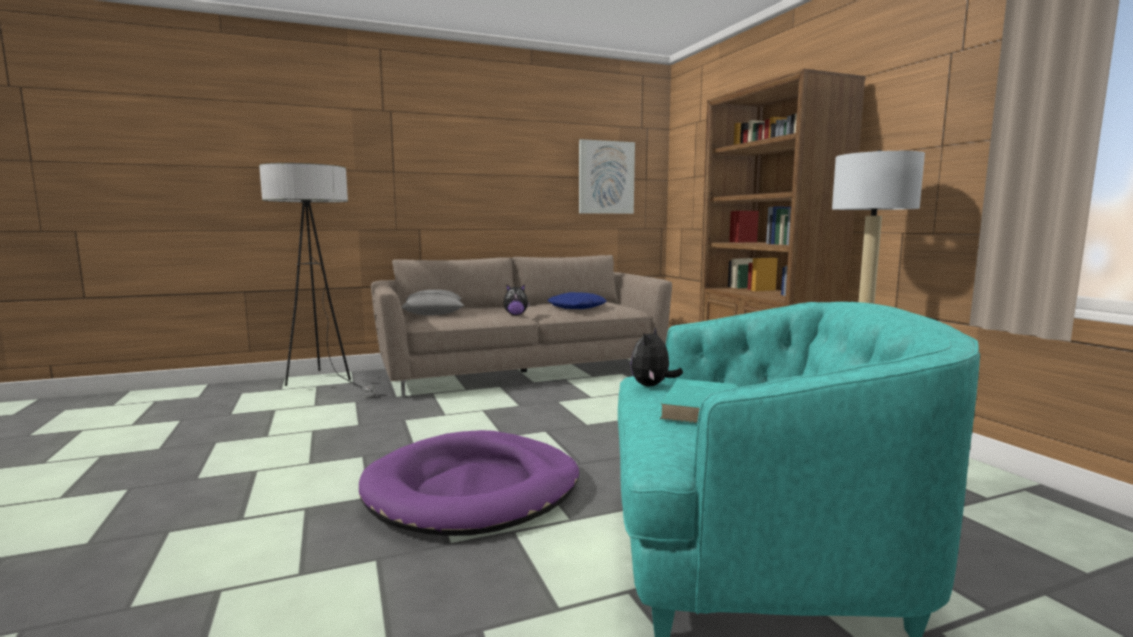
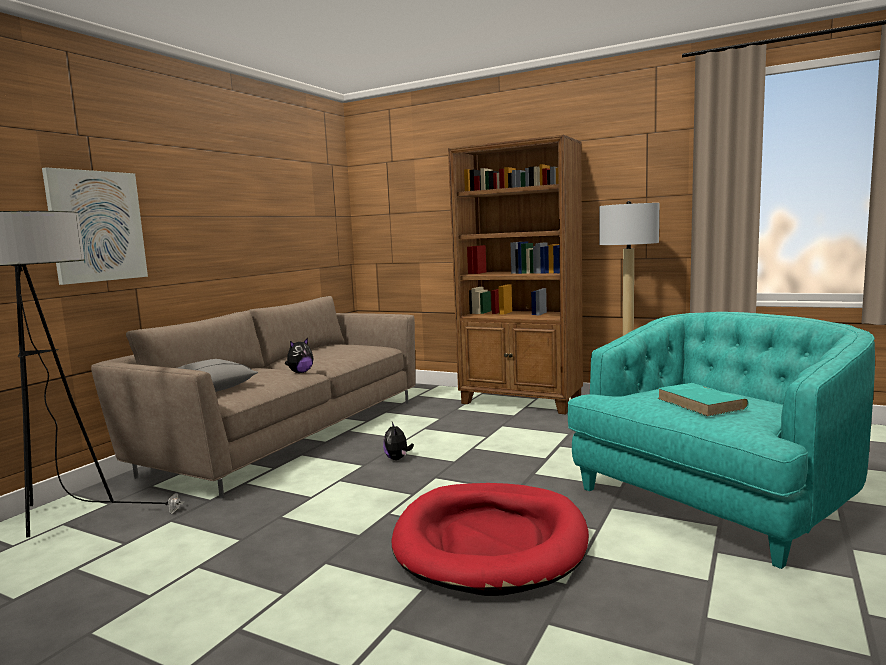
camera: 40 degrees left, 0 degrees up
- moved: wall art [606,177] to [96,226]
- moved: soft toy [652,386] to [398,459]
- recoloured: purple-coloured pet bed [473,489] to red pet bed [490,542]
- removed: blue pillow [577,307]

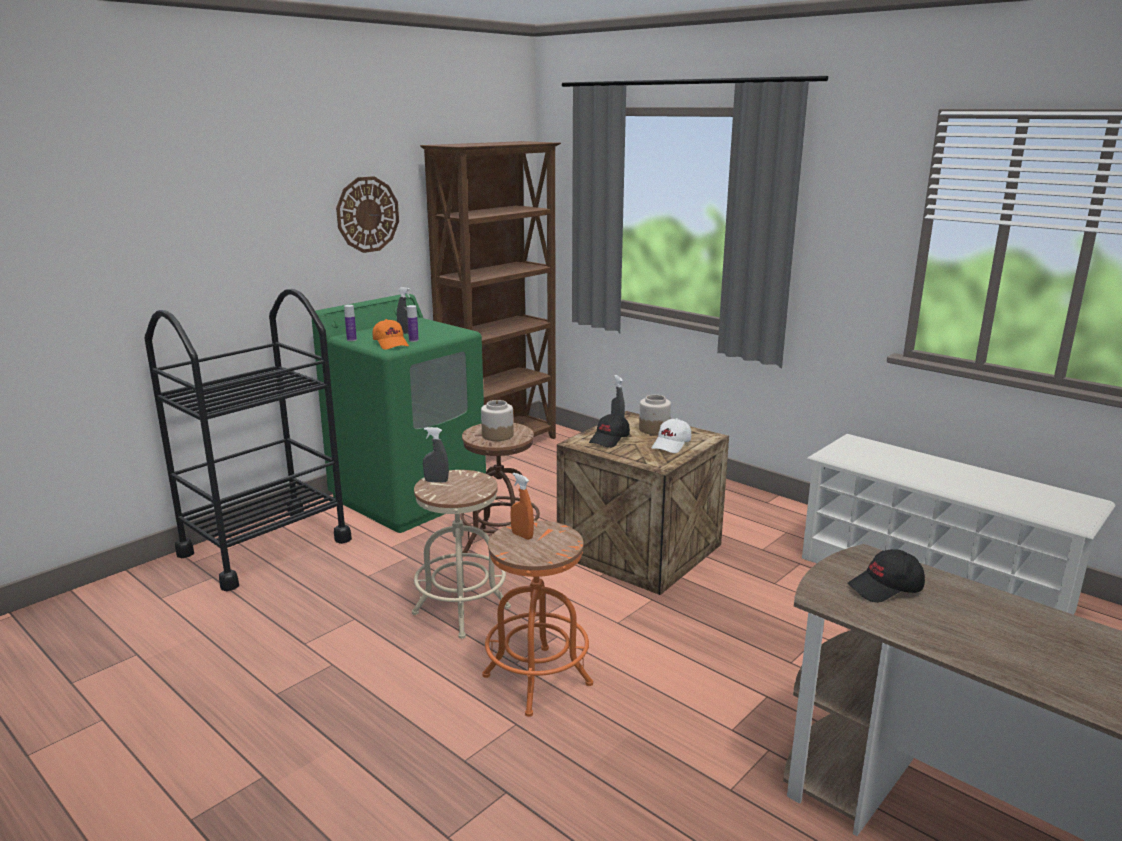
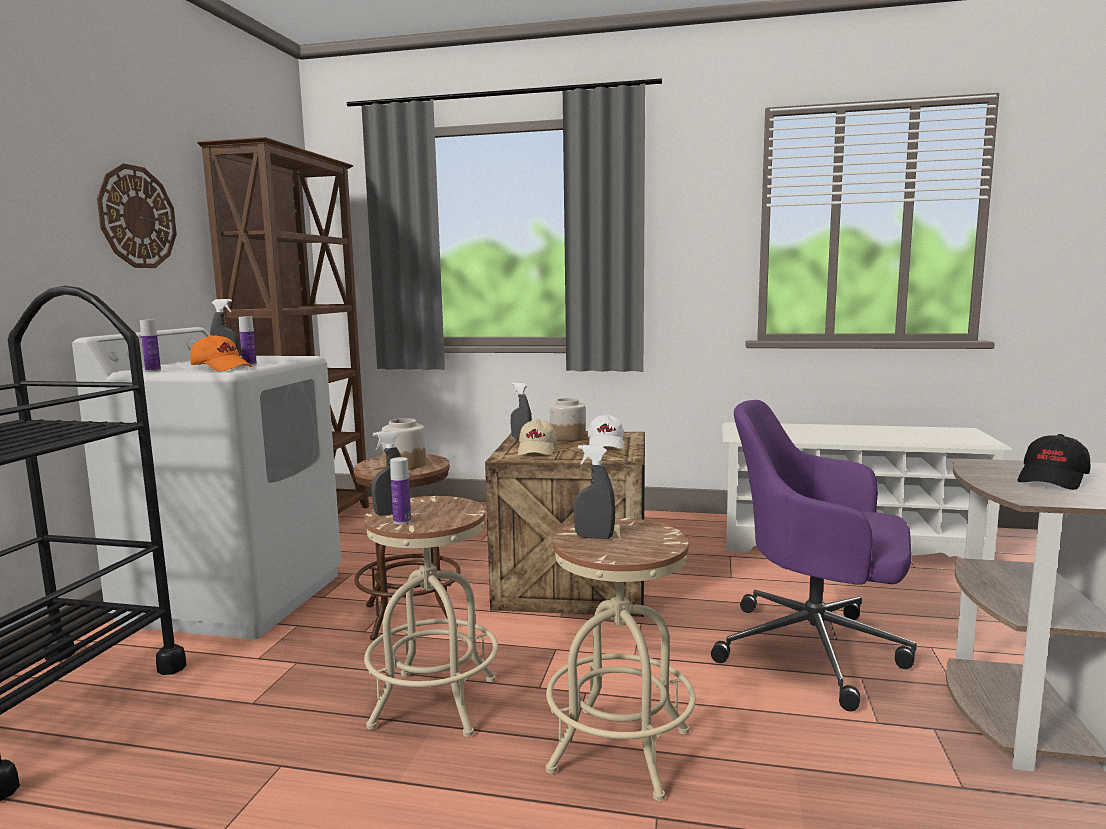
camera: 30 degrees left, 10 degrees down
- recoloured: green laundry machine [409,497] to white laundry machine [235,597]
- added: bottle [402,521]
- recoloured: blackish cap [610,439] to sand-coloured cap [537,450]
- recoloured: orange stool seat [537,680] to sand-coloured stool seat [620,751]
- recoloured: orange spray bottle [522,535] to grey spray bottle [594,537]
- added: purple-coloured office chair [815,650]

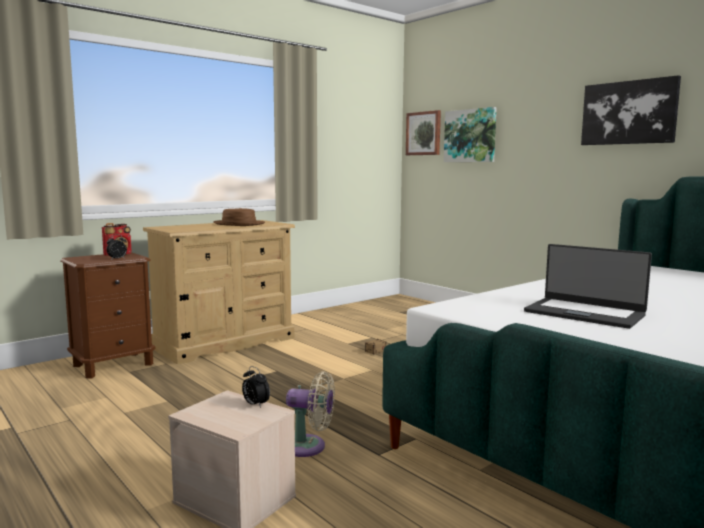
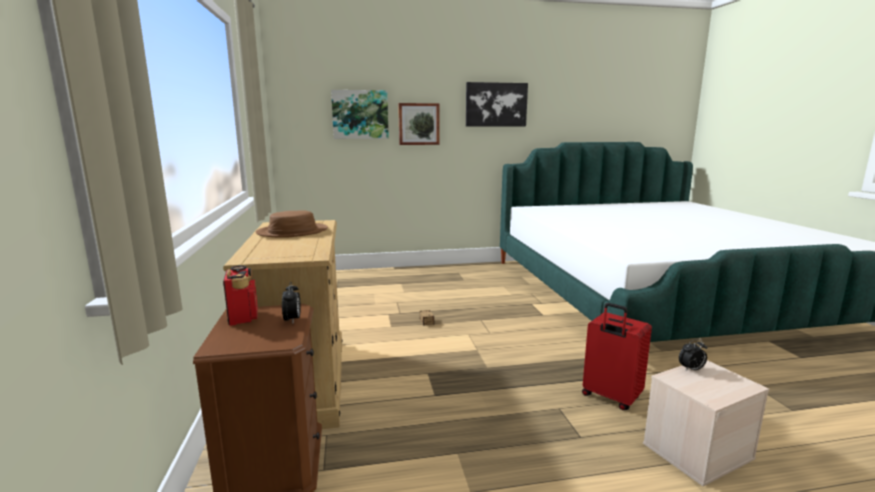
camera: 60 degrees left, 5 degrees up
- moved: wall art [424,133] to [418,124]
- replaced: sand-coloured fan [308,447] to red suitcase [610,397]
- removed: laptop [584,313]

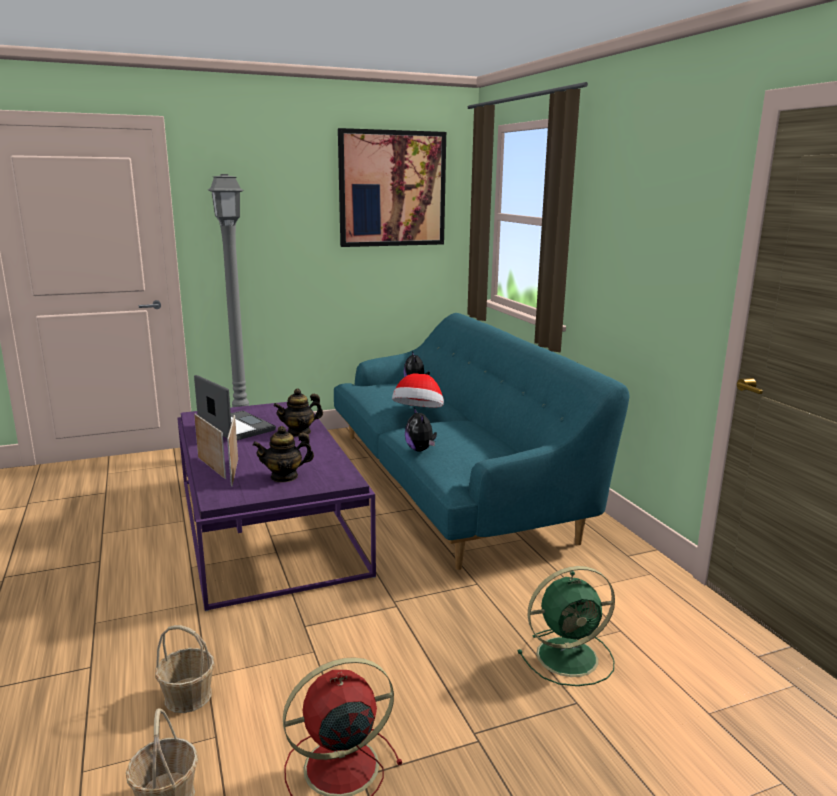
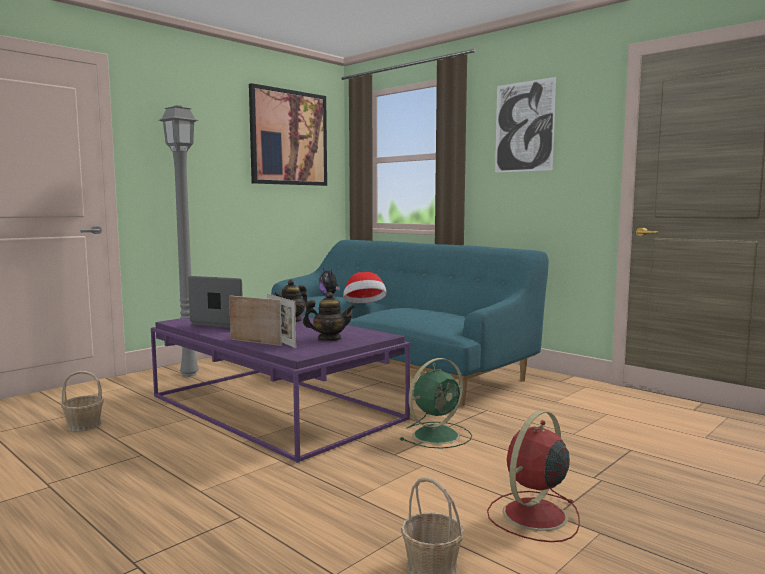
camera: 25 degrees left, 10 degrees down
- moved: household basket [188,696] to [84,425]
- turned: pot for tea [284,476] = [329,339] 135 degrees counterclockwise
- moved: green fan [569,656] to [437,435]
- added: wall art [524,126]
- removed: soft toy [420,450]

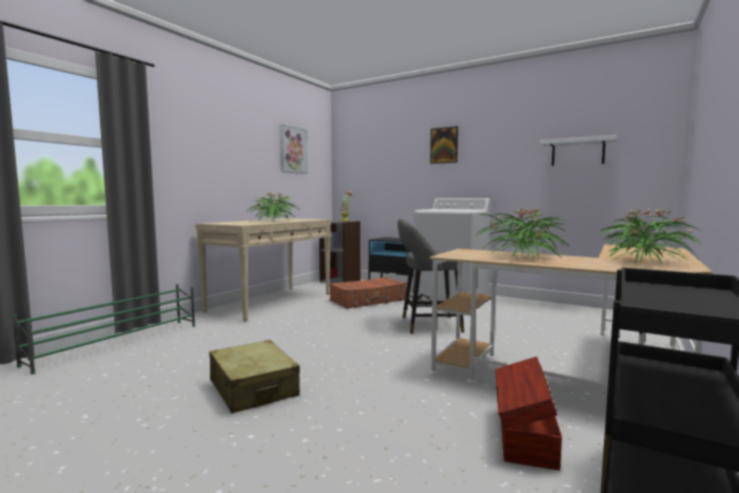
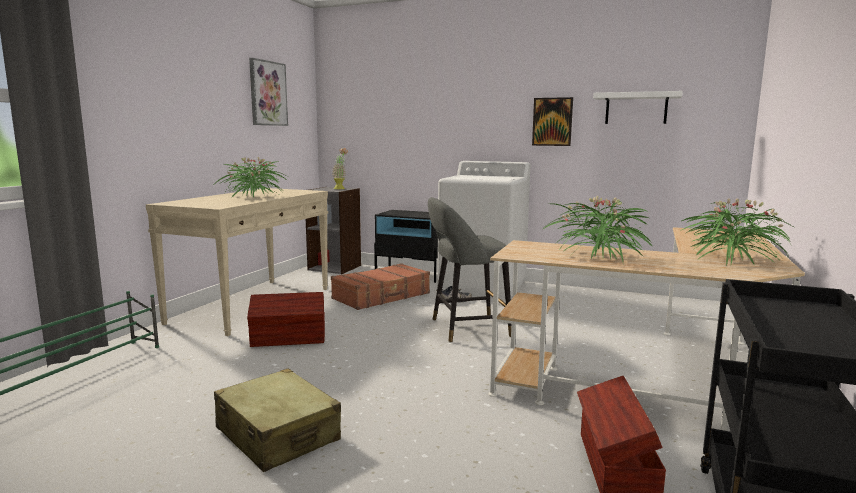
camera: 10 degrees left, 5 degrees up
- added: brown storage bin [289,339]
- moved: wall art [444,145] to [552,122]

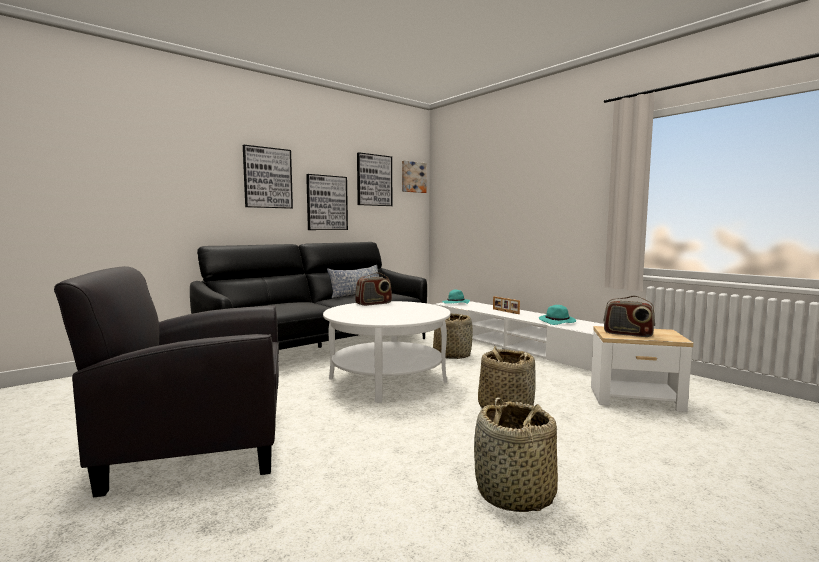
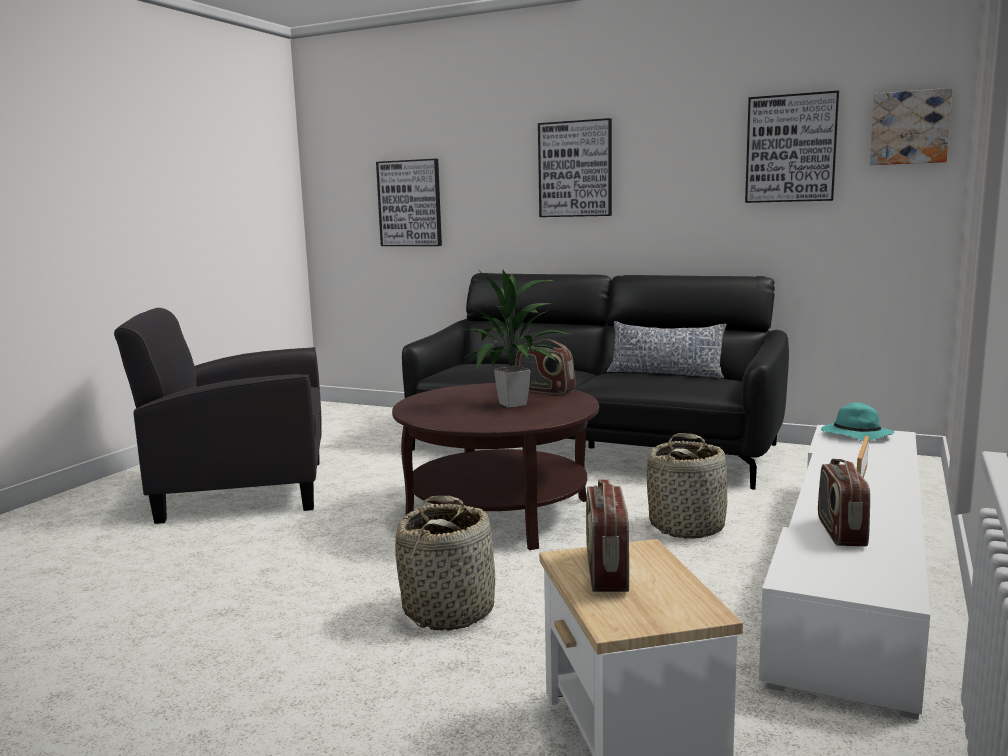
camera: 65 degrees right, 5 degrees up
- turned: blackish easy chair [198,445] = [241,490] 60 degrees counterclockwise
- moved: wall art [326,203] to [410,203]
- recoloured: white lounge table [387,379] to brown lounge table [499,513]
- added: plant in a pot [514,404]
- replaced: blue-green hat [557,322] to radio set [840,532]
- removed: household basket [515,494]

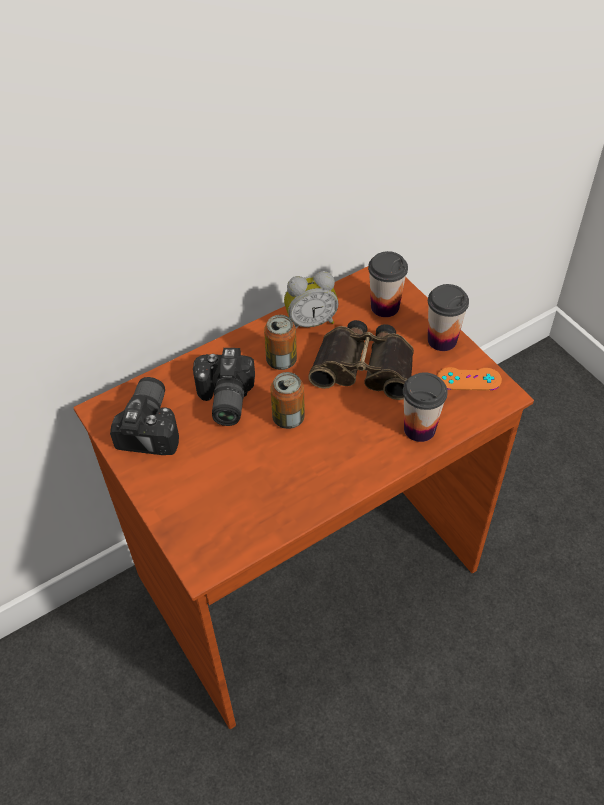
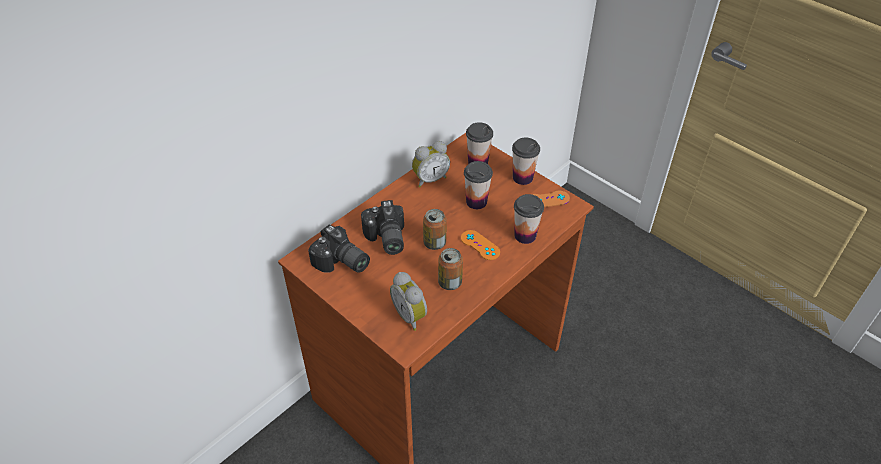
camera: 15 degrees left, 5 degrees down
- turned: photo camera [153,425] = [341,263] 135 degrees clockwise
- added: bedside clock [411,315]
- moved: sealed can [281,360] to [450,282]
- added: orange gamepad [480,245]
- replaced: binoculars [365,366] to small cup [476,202]

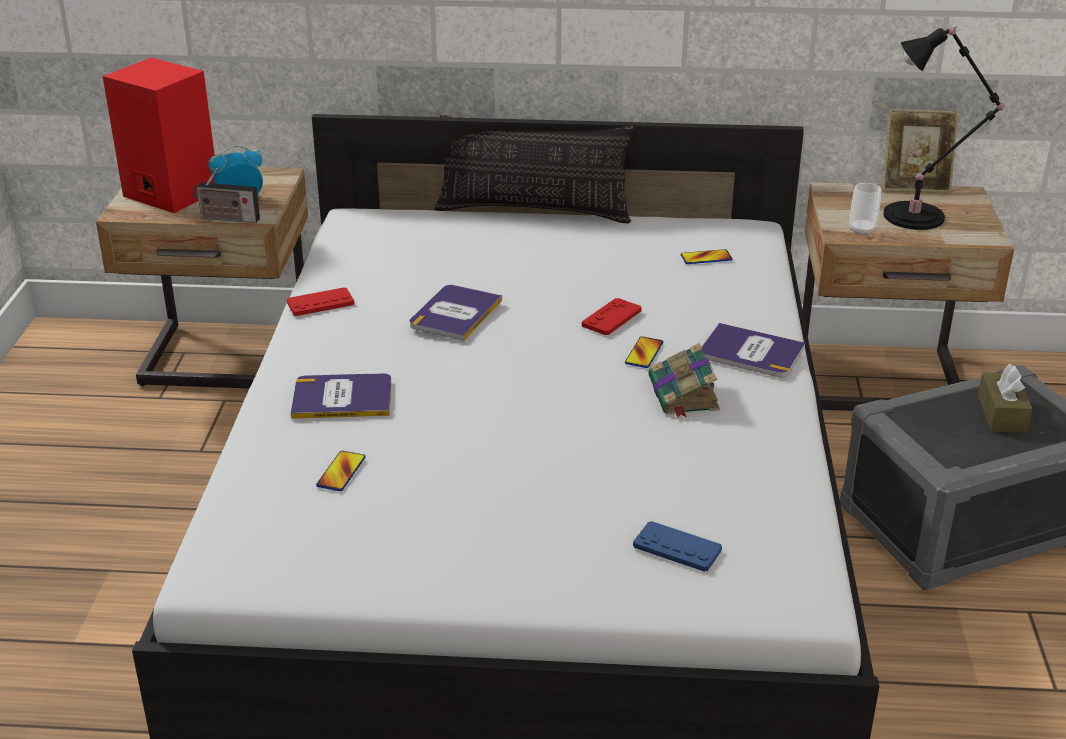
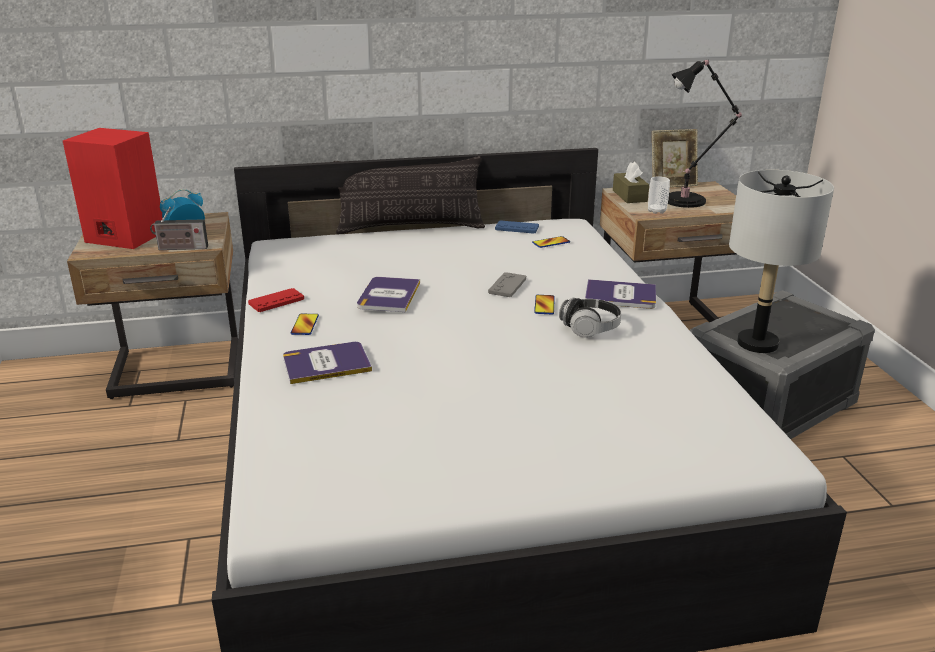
camera: 15 degrees left, 5 degrees down
- moved: telephone [341,472] to [305,325]
- recoloured: red gamepad [611,318] to grey gamepad [507,286]
- moved: blue gamepad [677,548] to [517,228]
- replaced: bound book [683,395] to headset [590,328]
- moved: brown tissue holder [1001,414] to [629,196]
- added: grey table lamp [757,343]

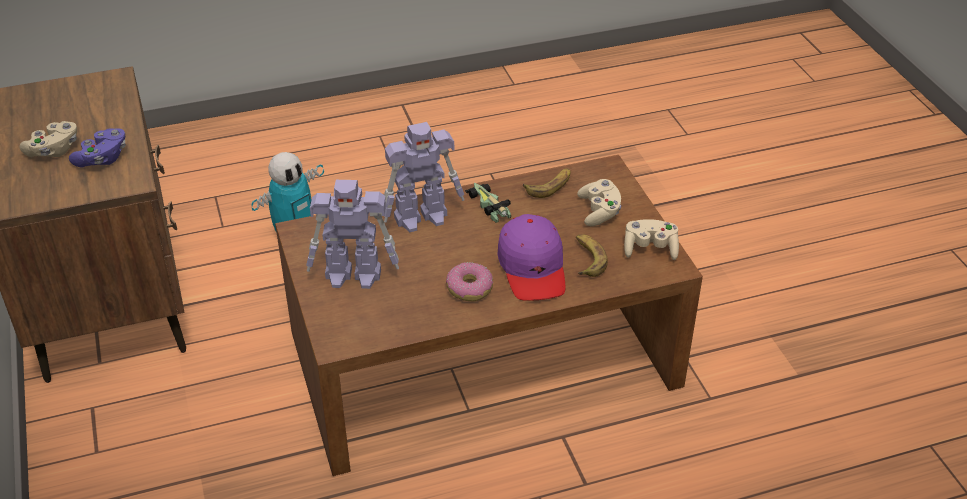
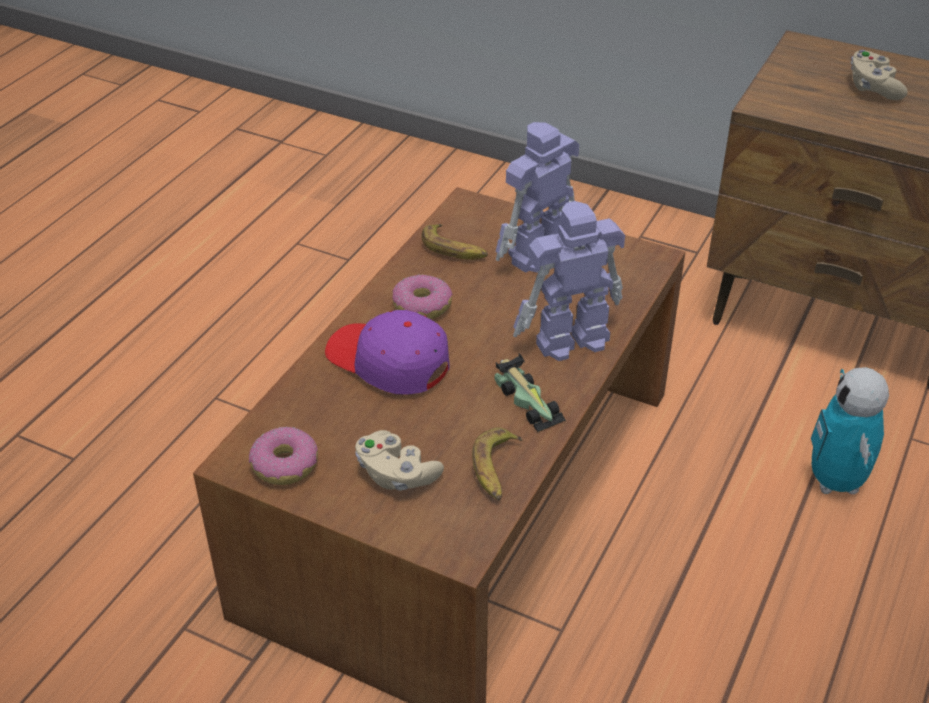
camera: 135 degrees right, 0 degrees up
- replaced: sand-coloured gamepad [650,249] to ring doughnut [285,465]
- moved: banana fruit [587,259] to [454,249]
- turned: toy car [489,205] = [526,399] 45 degrees clockwise
- turned: model robot [423,217] = [569,341] 45 degrees clockwise
- removed: purple-coloured gamepad [102,159]

